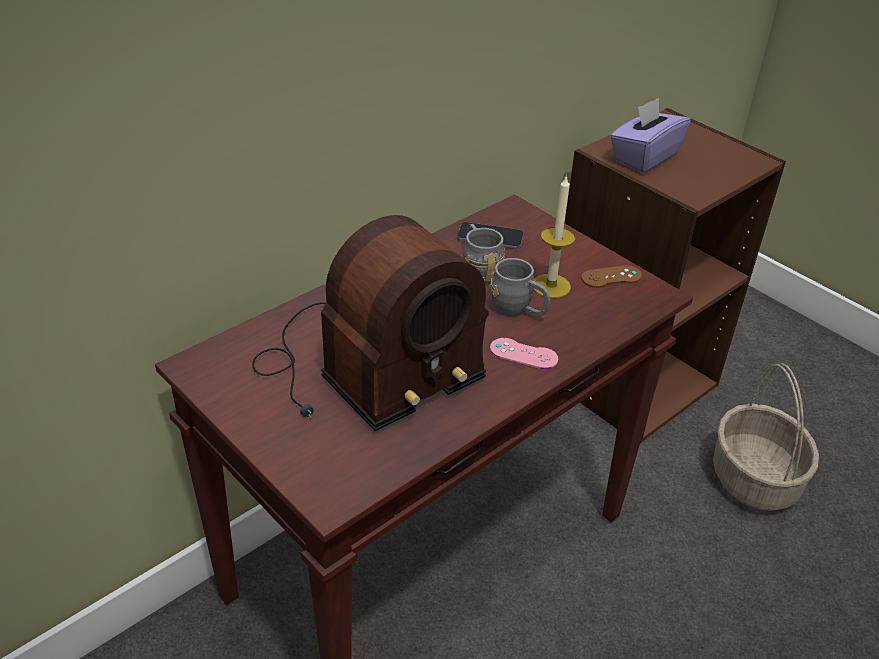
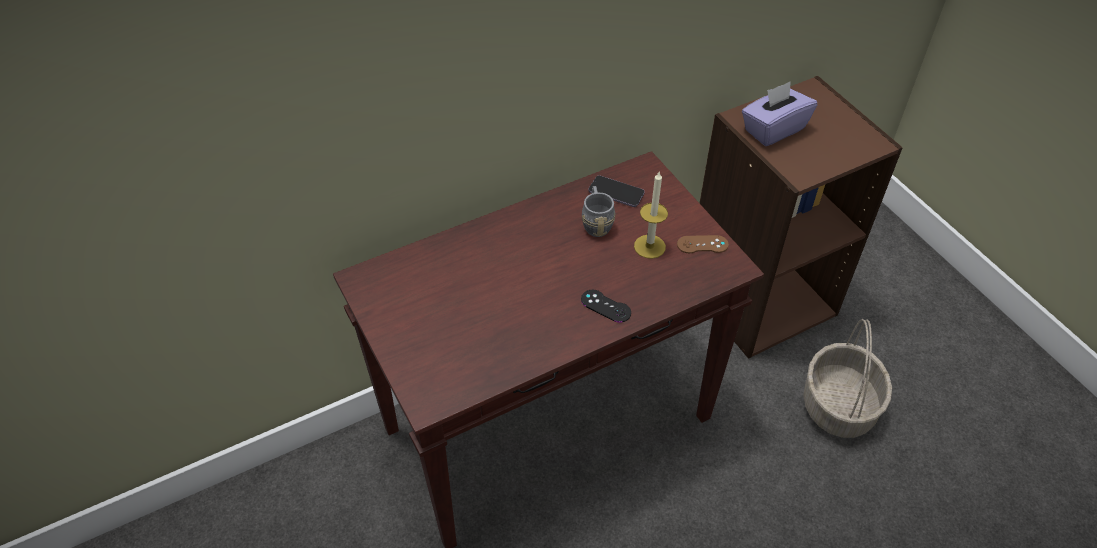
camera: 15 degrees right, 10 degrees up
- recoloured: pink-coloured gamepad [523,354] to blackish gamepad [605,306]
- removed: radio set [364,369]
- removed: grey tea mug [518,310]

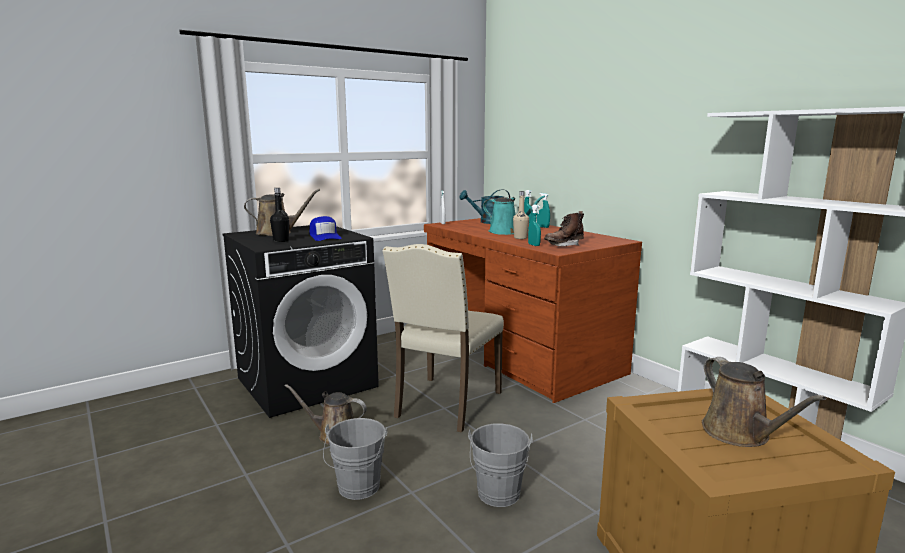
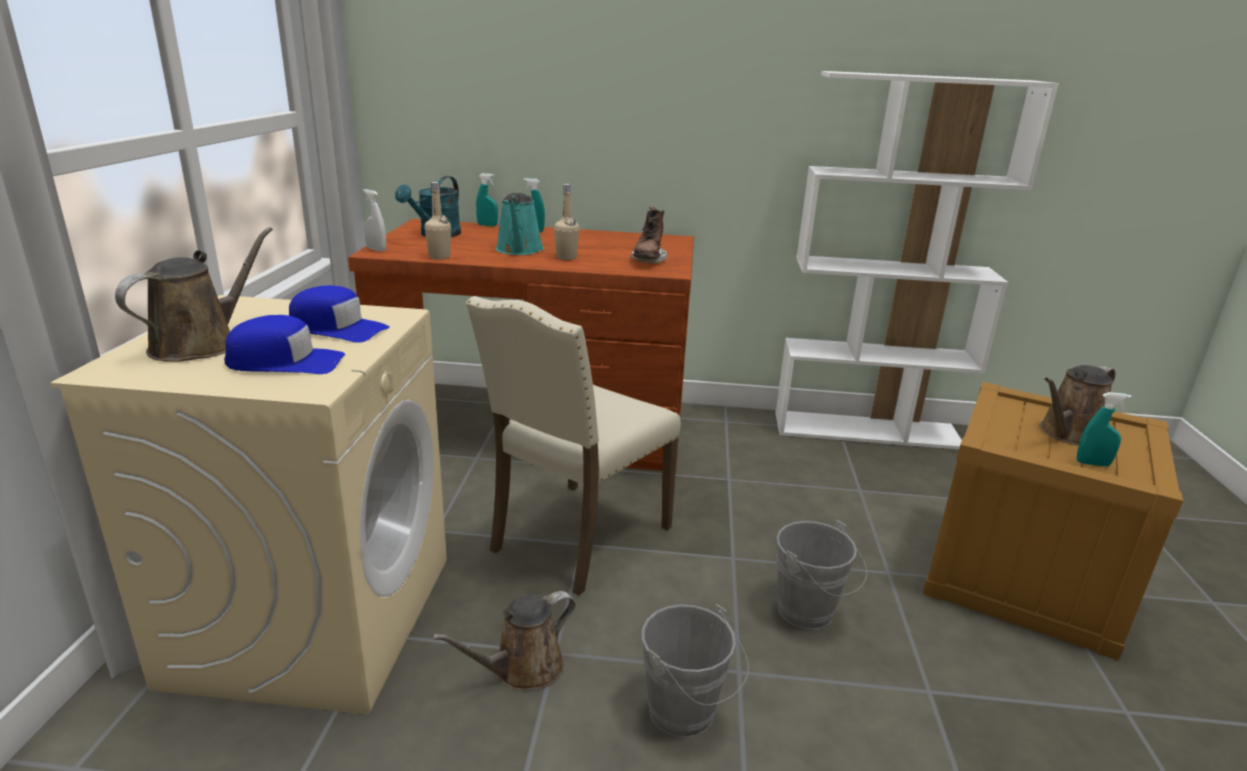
camera: 50 degrees left, 10 degrees up
- recoloured: blackish laundry machine [307,382] to sand-coloured laundry machine [314,617]
- replaced: blackish bottle [281,240] to blue cap [286,362]
- added: sand-coloured bottle [439,257]
- turned: sand-coloured plain chair [445,404] = [576,538] 60 degrees clockwise
- turned: blue-green watering can [506,232] = [519,250] 105 degrees clockwise
- turned: brown watering can [740,434] = [1069,434] 120 degrees clockwise
- moved: blue-green spray bottle [534,245] to [1092,464]

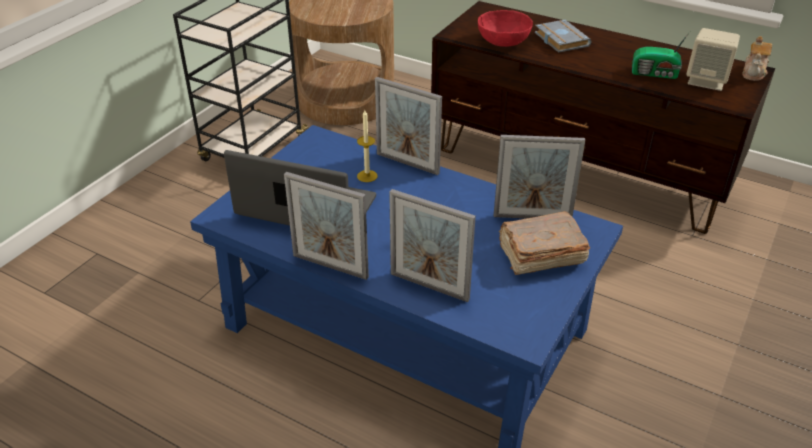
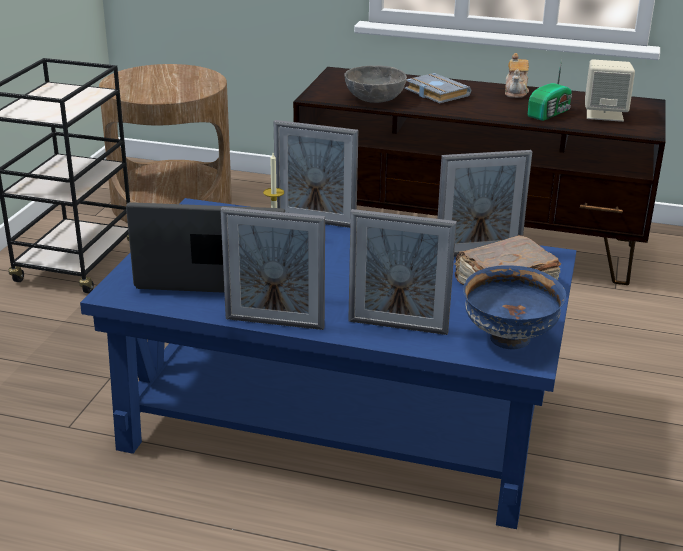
camera: 15 degrees left, 10 degrees down
- recoloured: red deep dish [503,42] to grey deep dish [374,99]
- added: blue deep dish [510,340]
- moved: pot for tea [754,73] to [516,92]
- turned: radio set [655,74] = [550,113] 45 degrees counterclockwise

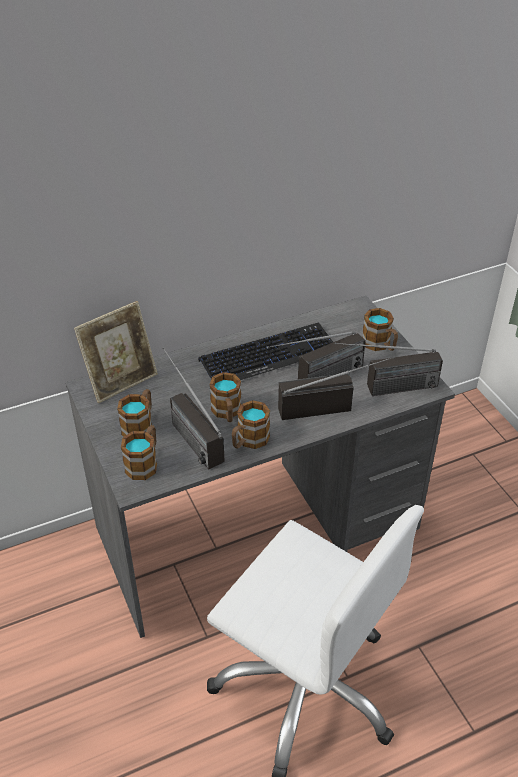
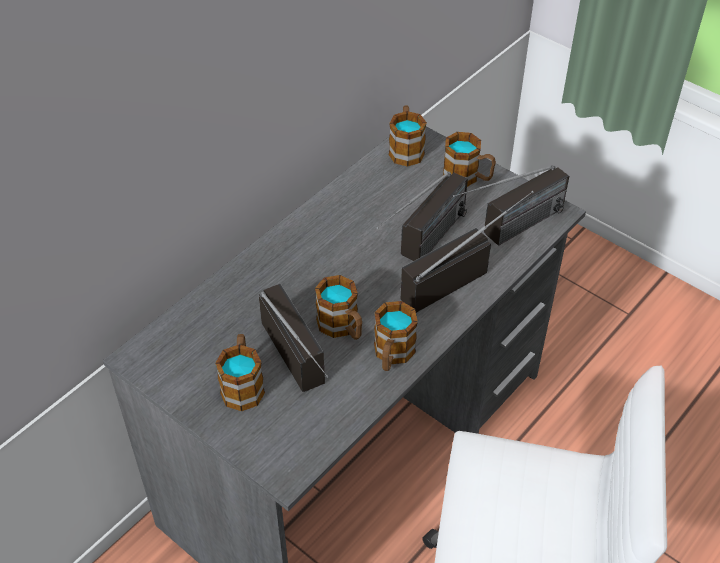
camera: 25 degrees left, 5 degrees up
- turned: radio set [186,431] = [306,371] 150 degrees counterclockwise
- moved: tea mug [144,463] to [406,148]
- removed: standing frame [122,381]
- removed: computer keyboard [268,356]

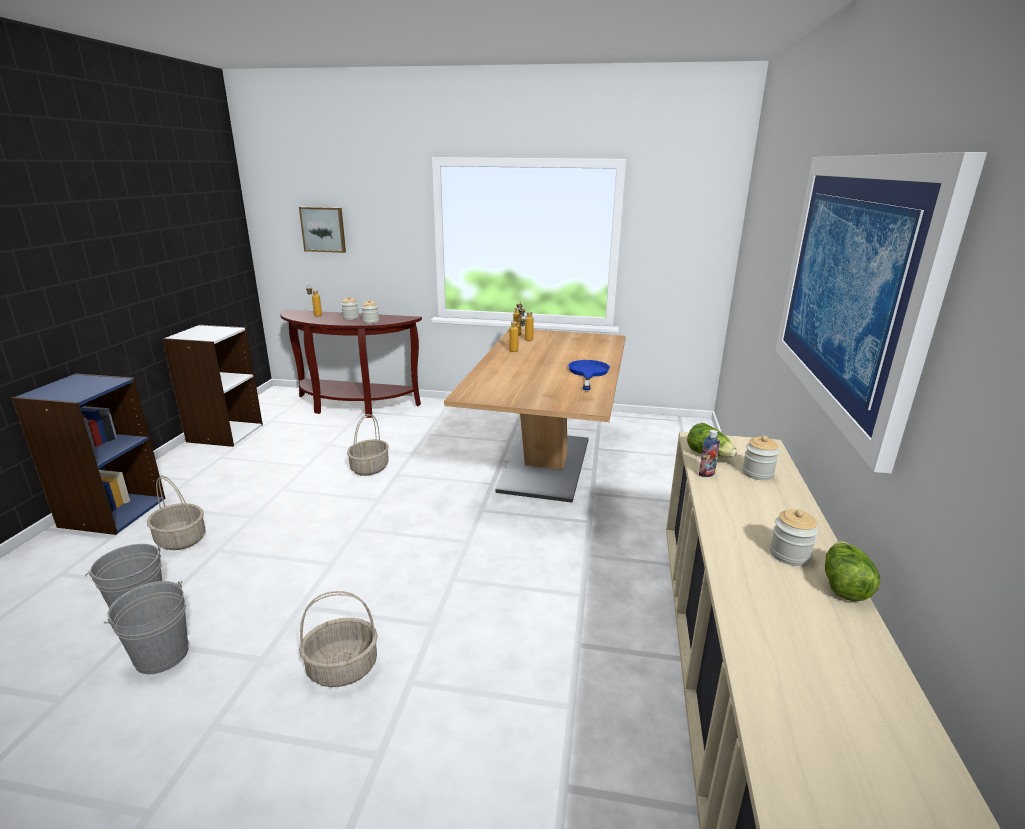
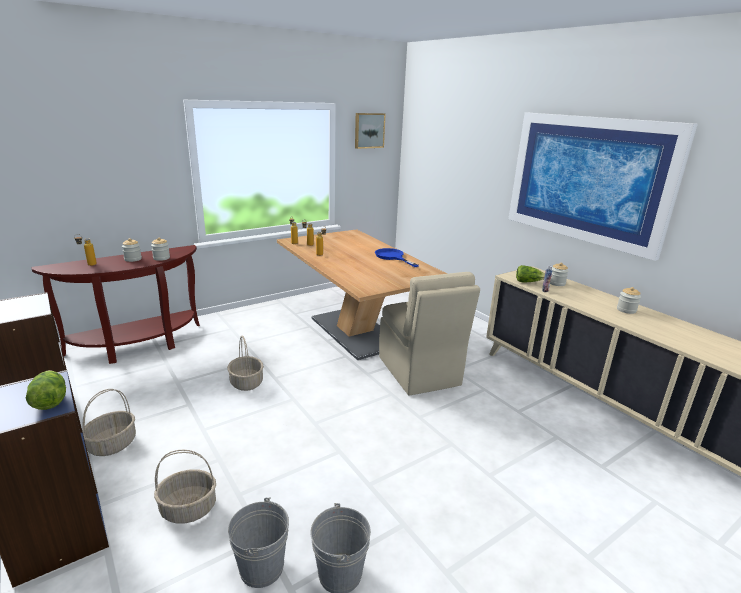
camera: 45 degrees left, 0 degrees up
- moved: lettuce head [843,584] to [49,400]
- moved: household basket [343,667] to [113,444]
- moved: wall art [323,229] to [369,130]
- added: sand-coloured plain chair [419,372]

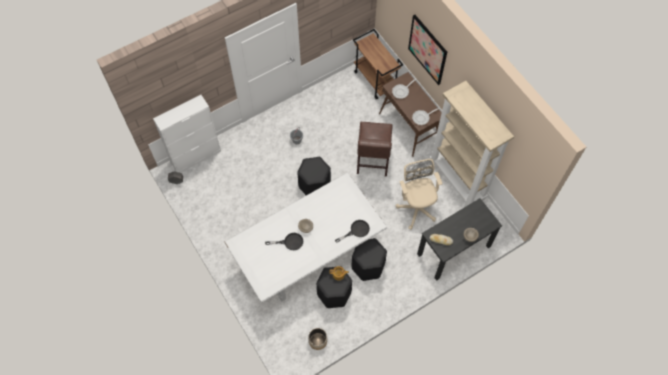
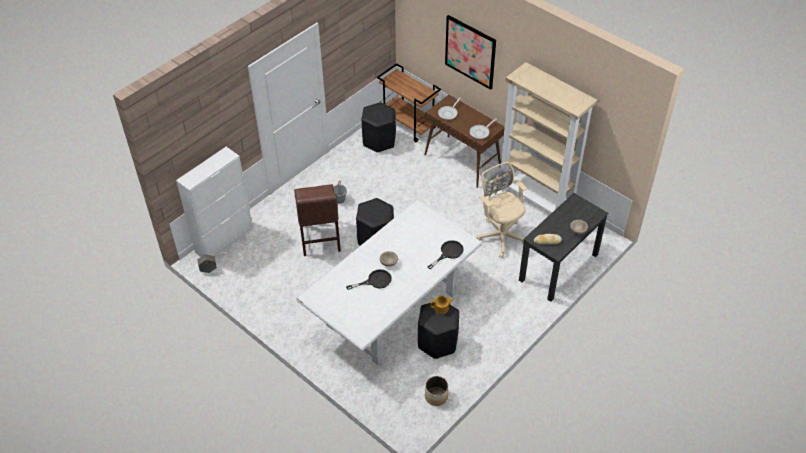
camera: 15 degrees left, 15 degrees down
- moved: brown plain chair [372,162] to [319,240]
- moved: blackish stool seat [368,266] to [379,141]

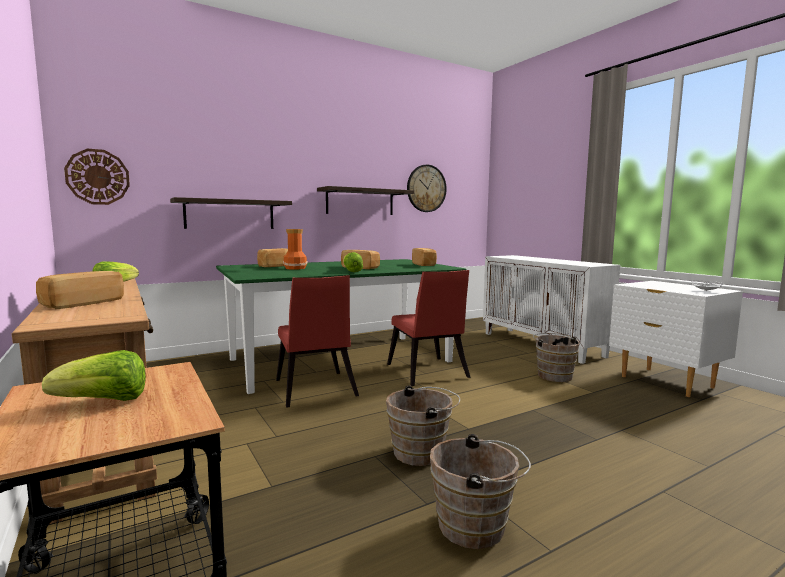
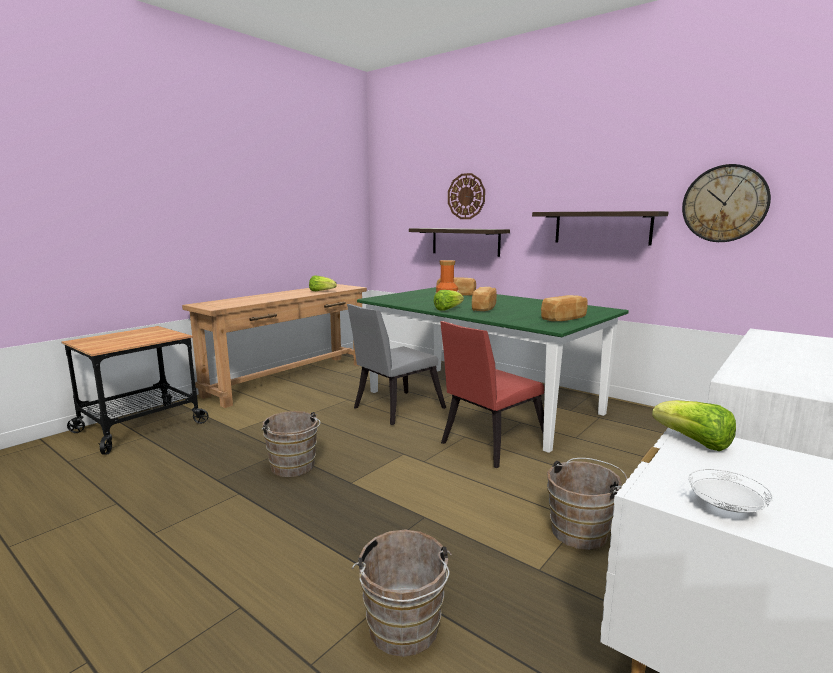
camera: 70 degrees right, 5 degrees up
- recoloured: red plain chair [315,391] to grey plain chair [394,409]
- moved: brown bucket [477,527] to [404,632]
- moved: clock on the wall [98,177] to [466,196]
- moved: lettuce head [104,401] to [694,442]
- removed: baked bread [82,303]

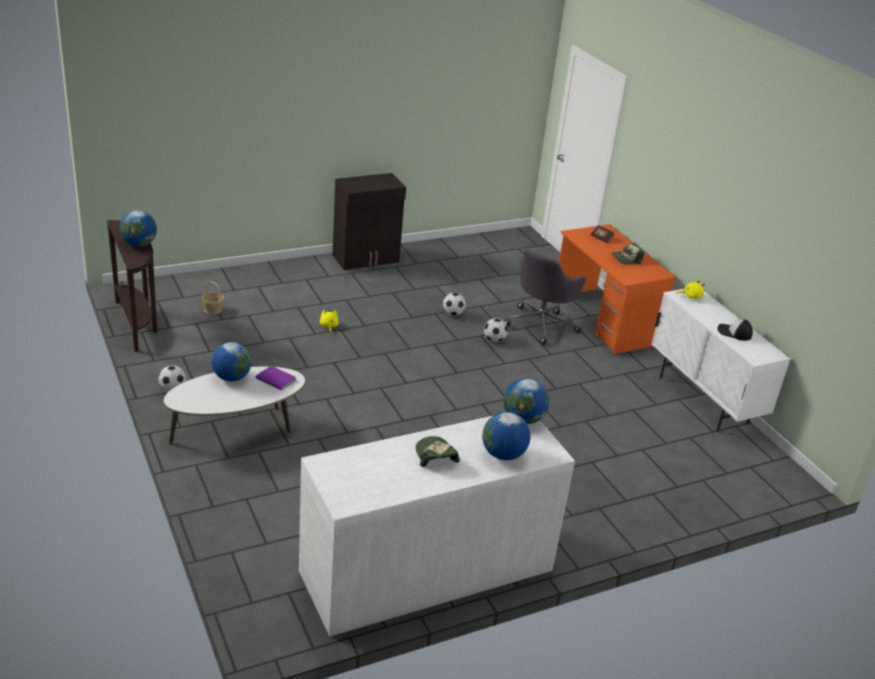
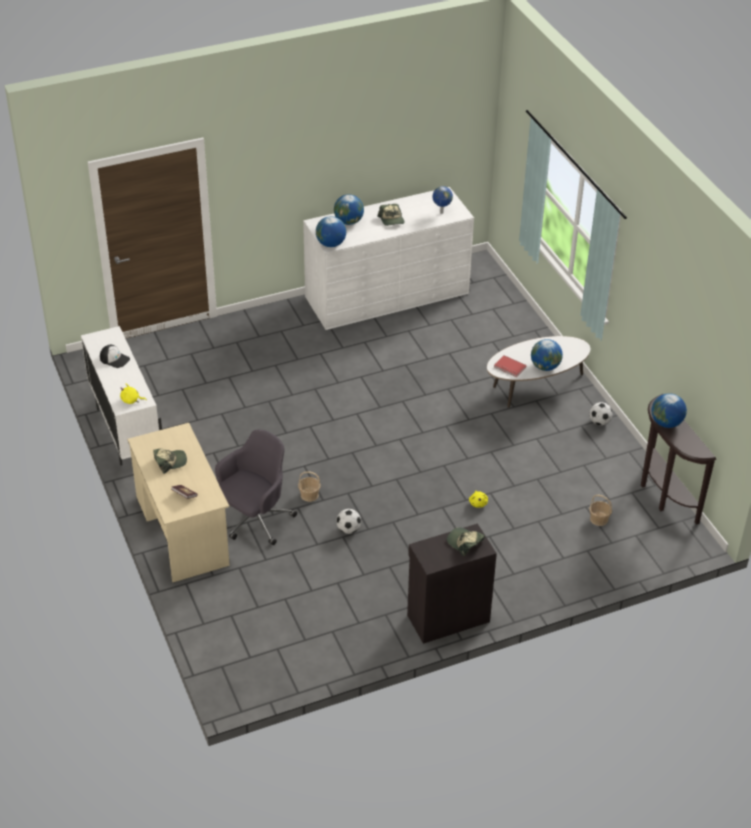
camera: 175 degrees left, 10 degrees up
- recoloured: orange desk table [603,320] to sand-coloured desk table [182,530]
- replaced: football [494,340] to household basket [309,495]
- added: desk globe [441,213]
- added: cap [465,543]
- recoloured: purple-coloured bound book [276,378] to red bound book [509,367]

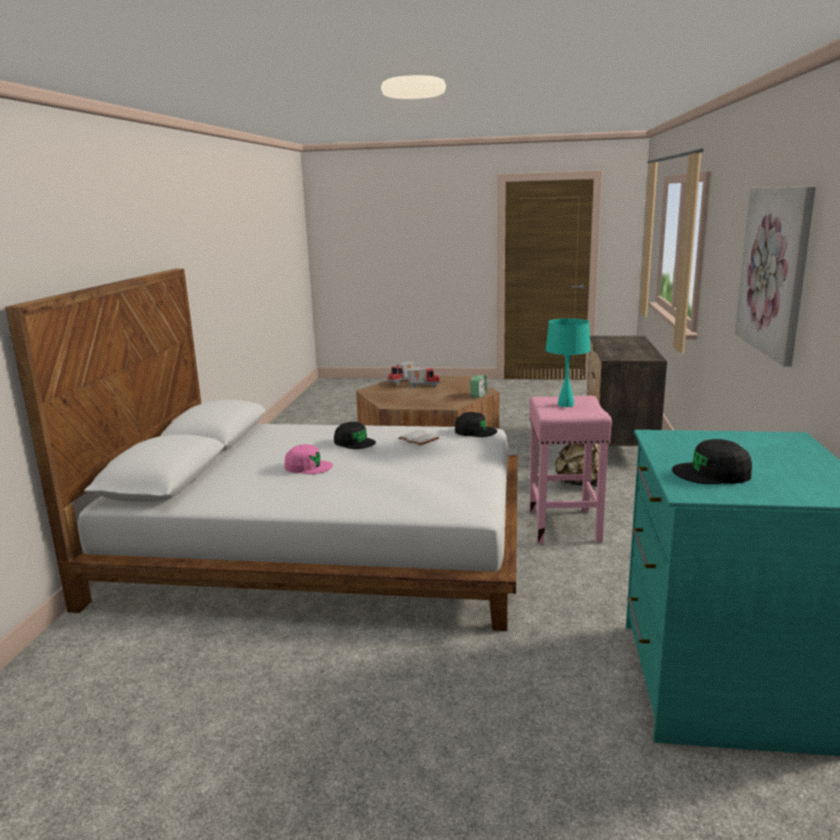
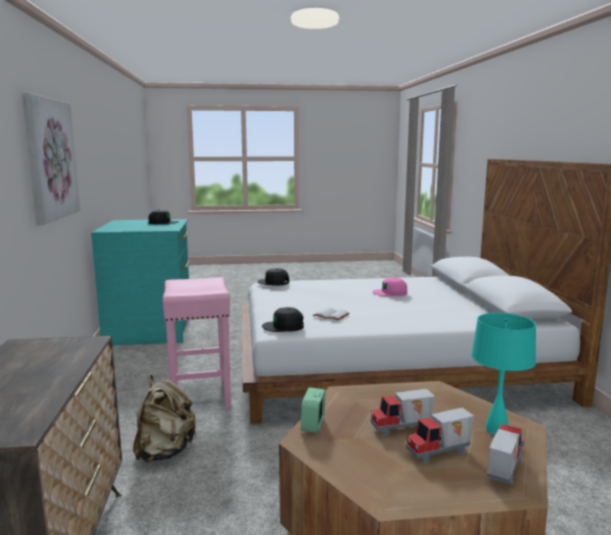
camera: 165 degrees right, 5 degrees down
- moved: blackish cap [354,442] to [273,282]
- added: toy lorry [402,428]
- moved: blue-green table lamp [566,404] to [496,430]

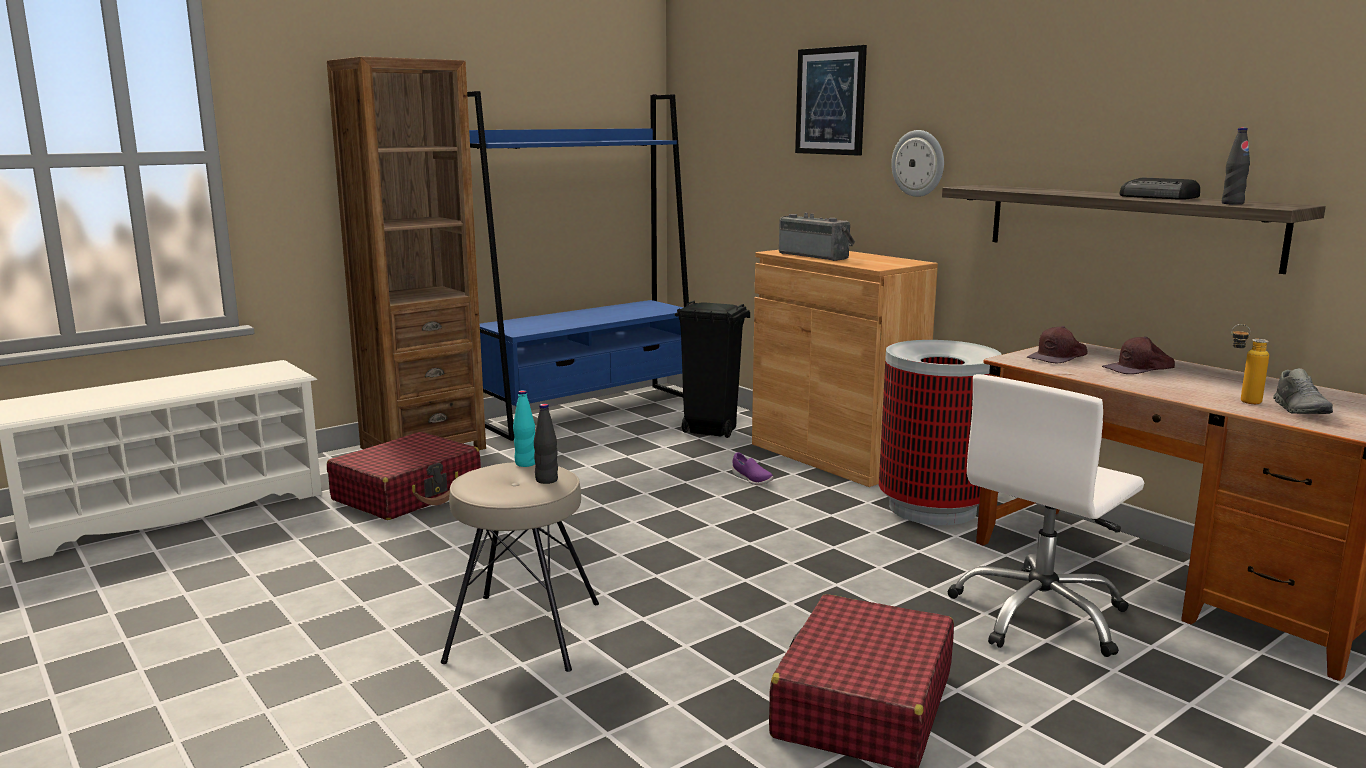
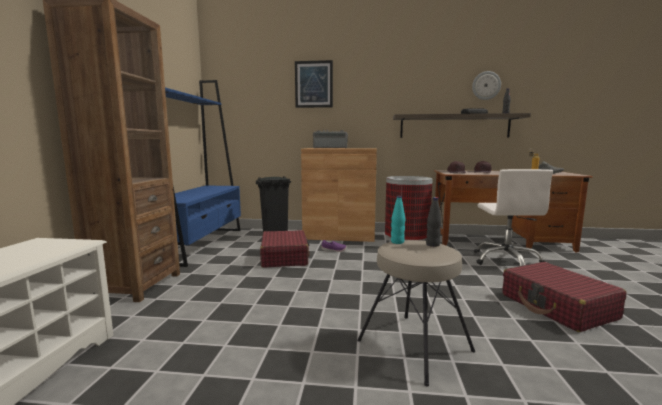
camera: 45 degrees left, 5 degrees down
- moved: red suitcase [408,494] to [284,257]
- moved: clock on the wall [918,163] to [486,85]

